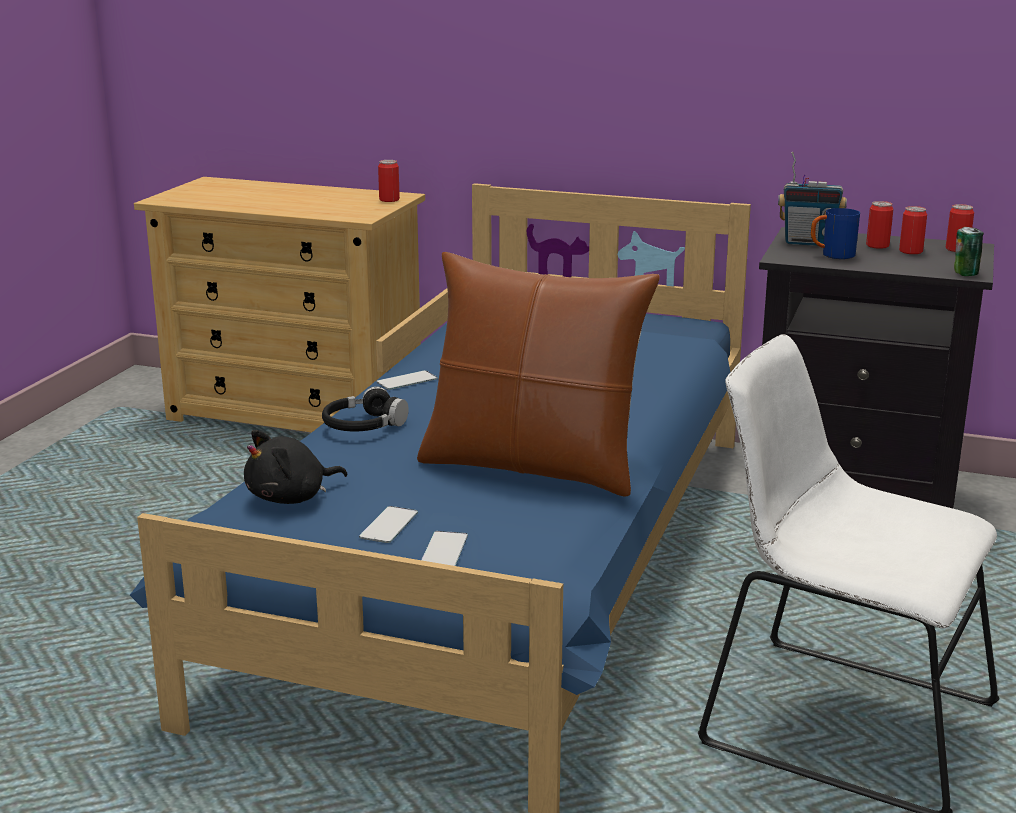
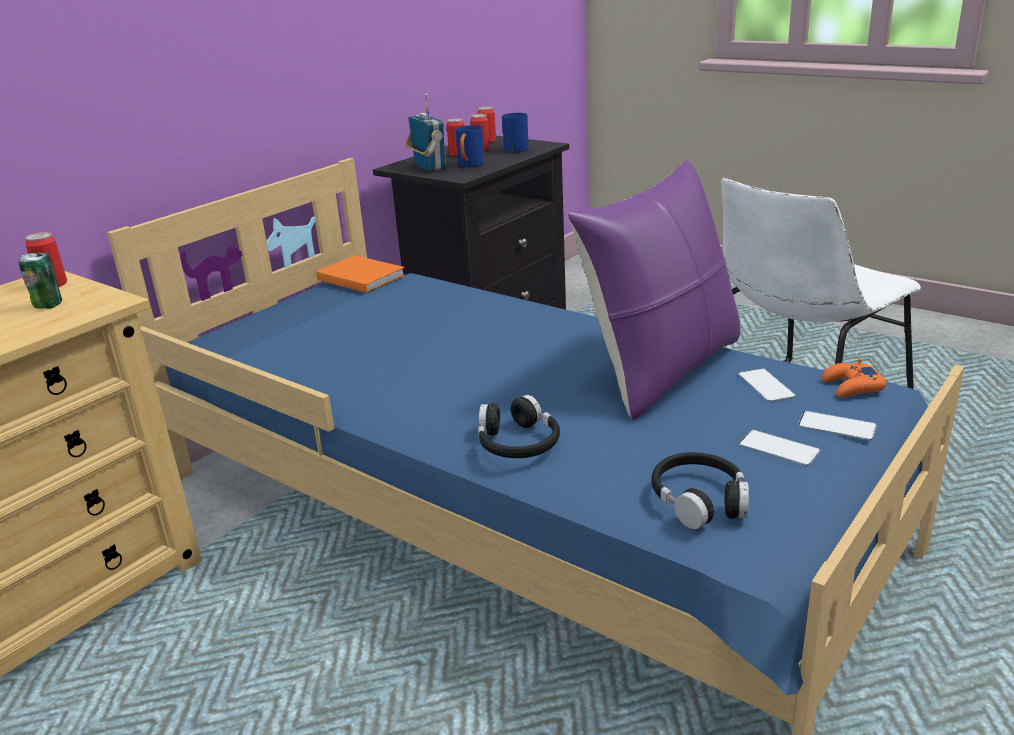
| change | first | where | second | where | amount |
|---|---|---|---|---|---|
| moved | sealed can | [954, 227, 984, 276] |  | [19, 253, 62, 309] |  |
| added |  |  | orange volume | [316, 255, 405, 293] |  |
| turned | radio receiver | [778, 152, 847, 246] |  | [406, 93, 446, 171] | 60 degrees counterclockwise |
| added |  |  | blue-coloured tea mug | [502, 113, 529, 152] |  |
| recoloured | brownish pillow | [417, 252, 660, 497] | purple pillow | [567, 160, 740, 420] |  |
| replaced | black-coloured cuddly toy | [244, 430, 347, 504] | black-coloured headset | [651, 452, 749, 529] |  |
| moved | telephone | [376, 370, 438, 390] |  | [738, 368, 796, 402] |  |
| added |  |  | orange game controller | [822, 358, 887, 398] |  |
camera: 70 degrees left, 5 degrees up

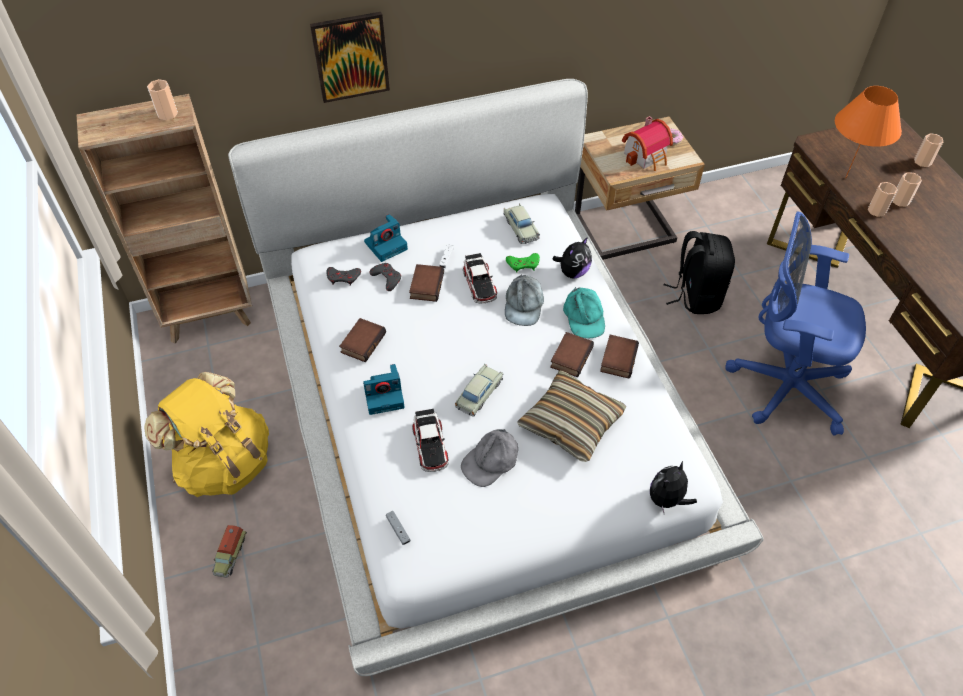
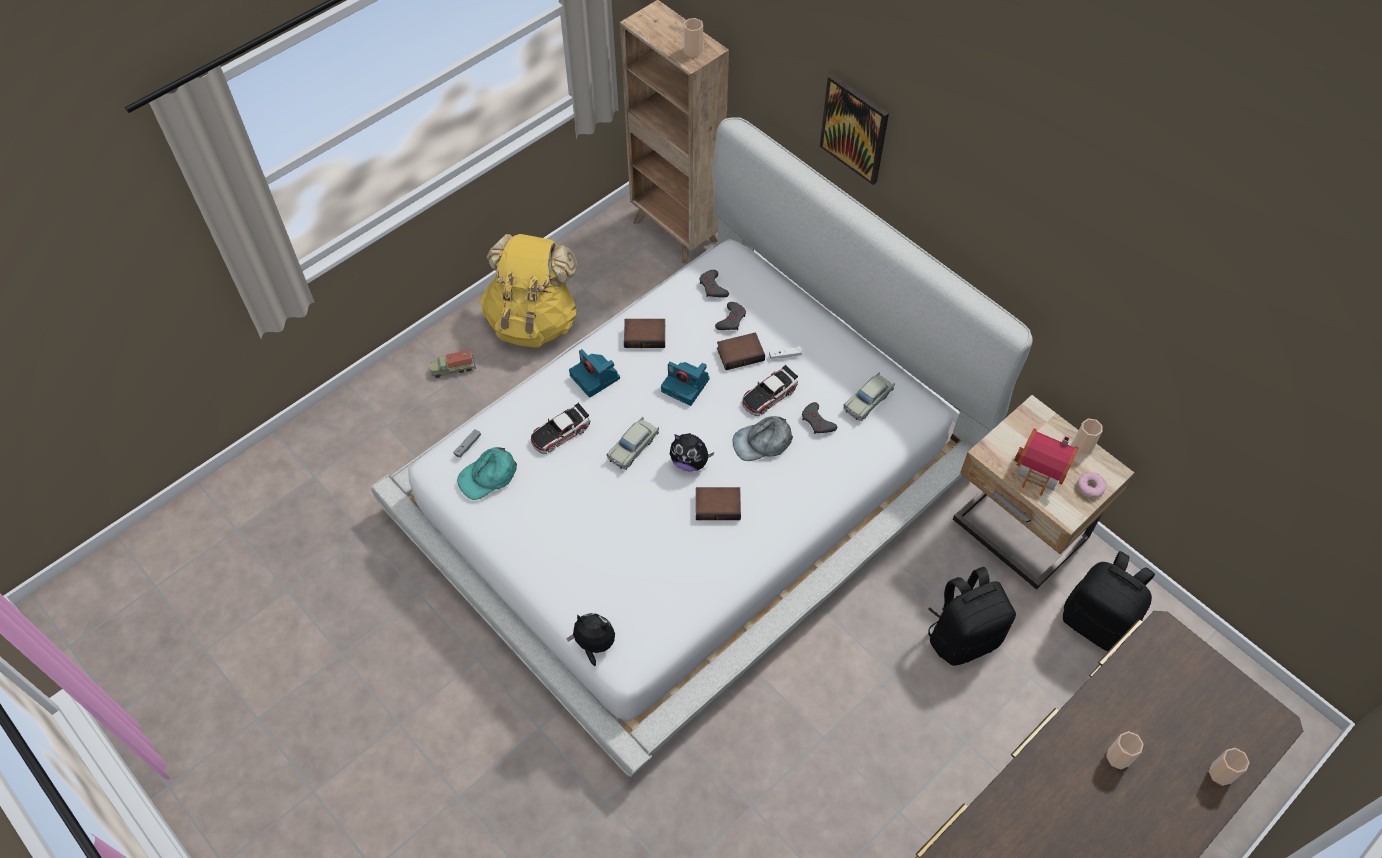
| change | first | where | second | where | amount |
|---|---|---|---|---|---|
| moved | blue-green peaked cap | [563, 287, 605, 338] |  | [457, 447, 517, 500] |  |
| turned | beige model car | [455, 364, 503, 416] |  | [606, 417, 659, 470] | 120 degrees clockwise |
| moved | still camera | [364, 214, 408, 262] |  | [661, 362, 710, 406] |  |
| moved | cuddly toy | [552, 237, 592, 279] |  | [670, 433, 715, 472] |  |
| recoloured | green-coloured game controller | [506, 253, 540, 273] | gray game controller | [802, 402, 837, 434] |  |
| added |  |  | black-coloured knapsack | [1063, 551, 1155, 652] |  |
| moved | small cup | [868, 182, 898, 217] |  | [1073, 419, 1102, 454] |  |
| removed | gray peaked cap | [461, 429, 518, 487] |  |  |  |
| removed | pillow | [517, 370, 626, 462] |  |  |  |
| removed | volume | [600, 335, 639, 379] |  |  |  |
| removed | blue-coloured office chair | [725, 211, 866, 435] |  |  |  |
| removed | orange tabletop lamp | [835, 86, 902, 178] |  |  |  |
camera: 65 degrees right, 5 degrees up

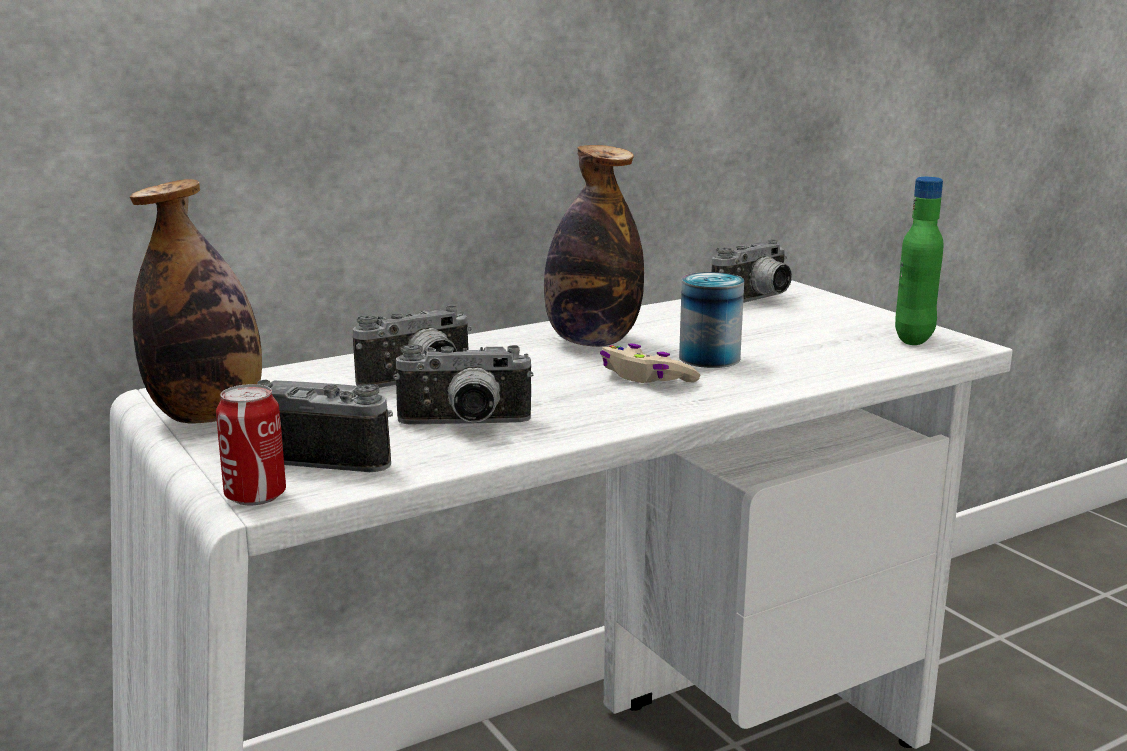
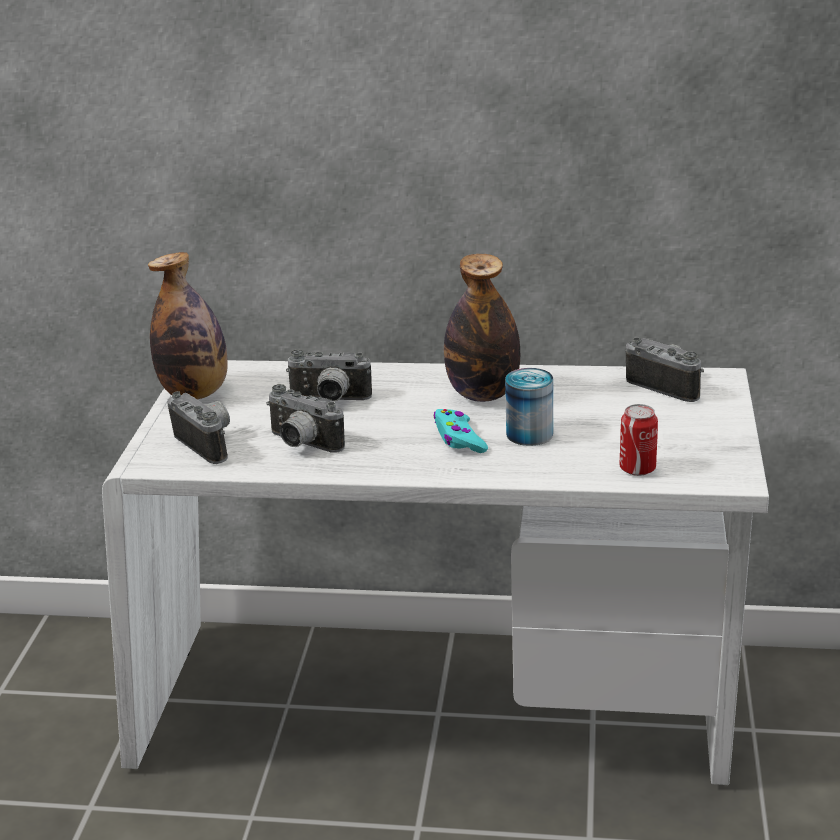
| change | first | where | second | where | amount |
|---|---|---|---|---|---|
| recoloured | beige game controller | [600, 344, 700, 383] | blue-green game controller | [434, 409, 488, 453] |  |
| moved | sealed can | [216, 384, 286, 505] |  | [620, 404, 658, 476] |  |
| turned | still camera | [712, 239, 792, 303] |  | [625, 338, 704, 402] | 135 degrees counterclockwise |
| removed | green-coloured drink bottle | [895, 177, 943, 345] |  |  |  |
camera: 40 degrees right, 10 degrees up

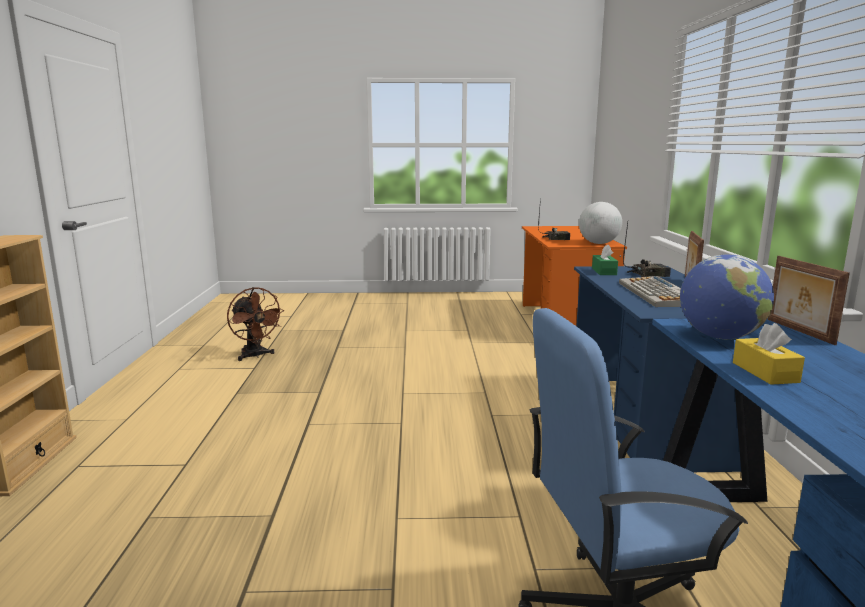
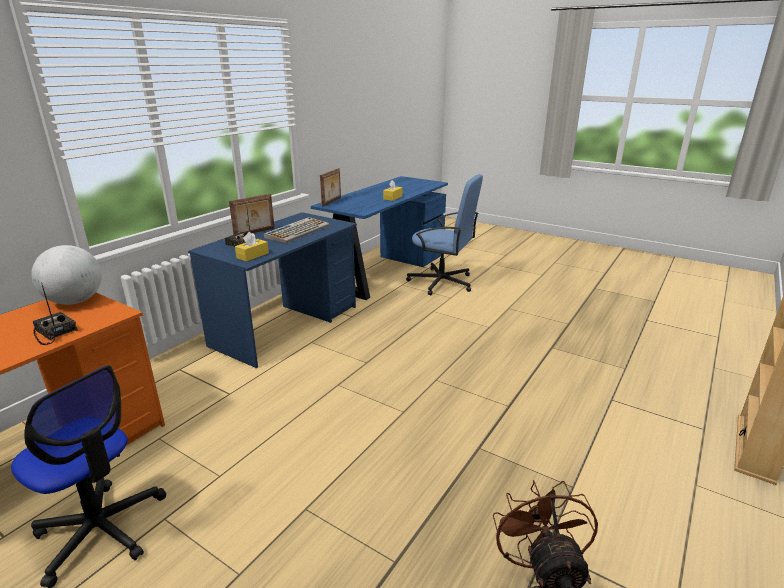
| change | first | where | second | where | amount |
|---|---|---|---|---|---|
| added |  |  | office chair | [11, 365, 166, 588] |  |
| recoloured | green-coloured tissue box | [592, 244, 618, 275] | yellowish tissue box | [235, 232, 269, 261] |  |
| removed | globe | [680, 254, 774, 339] |  |  |  |
camera: 145 degrees left, 10 degrees up

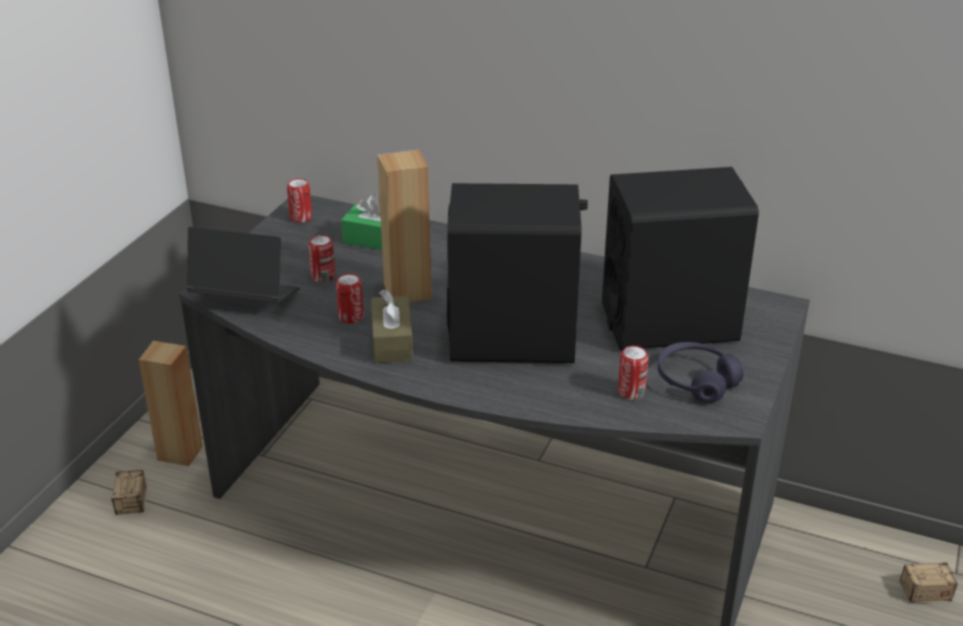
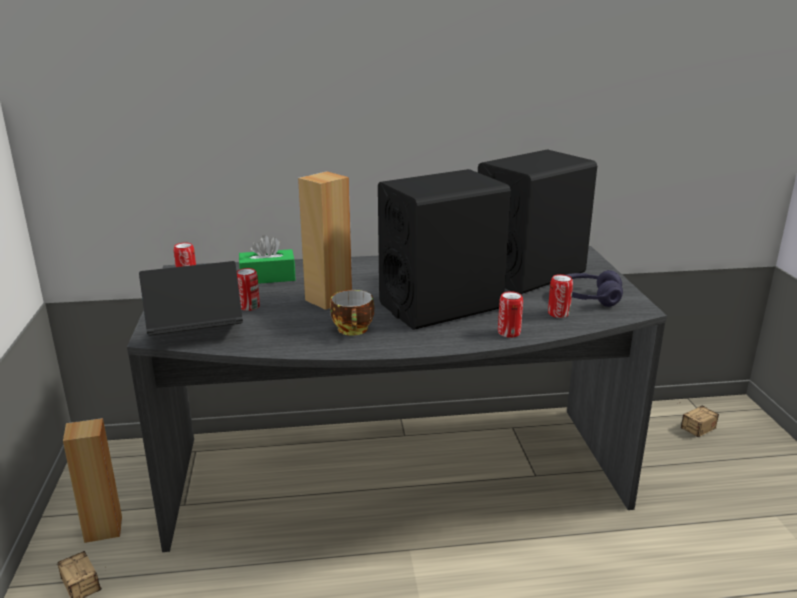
| change | first | where | second | where | amount |
|---|---|---|---|---|---|
| replaced | brownish tissue box | [371, 290, 413, 363] | small cup | [330, 290, 374, 336] |  |
| moved | sealed can | [336, 273, 364, 324] |  | [498, 291, 523, 338] |  |
camera: 30 degrees left, 10 degrees down

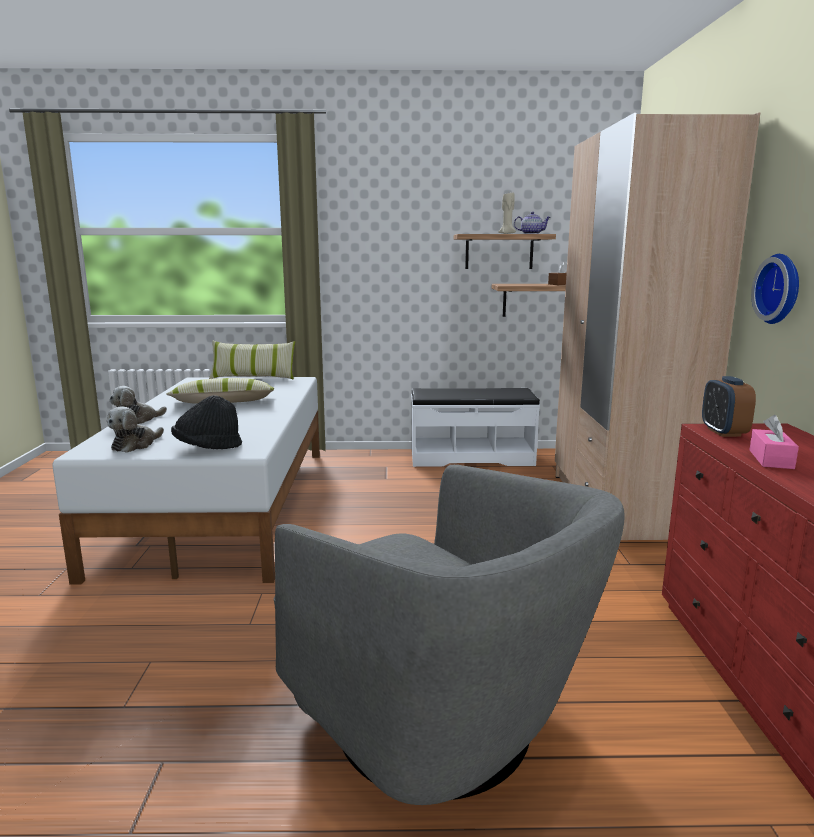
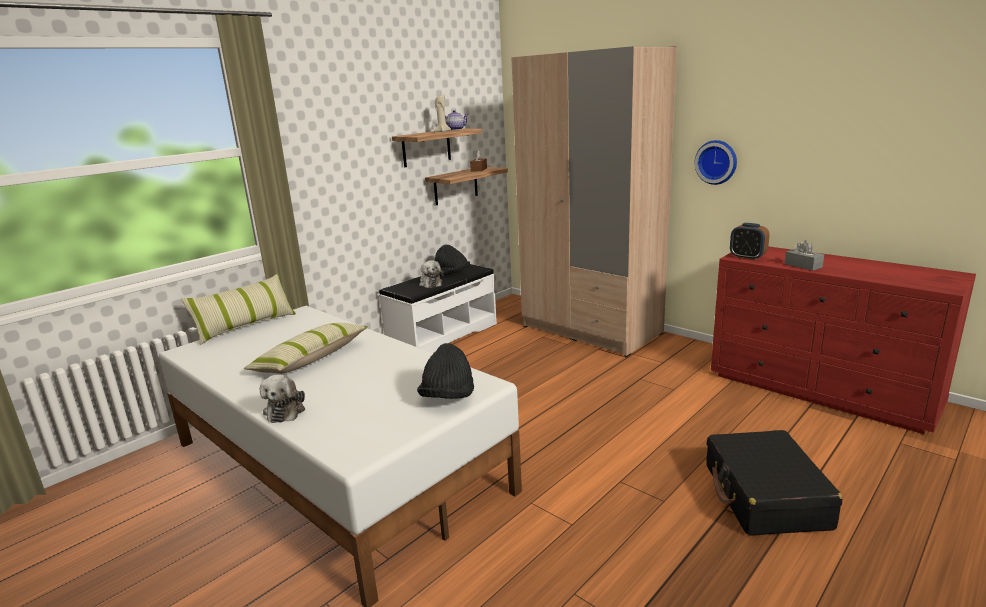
| change | first | where | second | where | amount |
|---|---|---|---|---|---|
| moved | cuddly toy | [107, 406, 164, 453] |  | [419, 260, 444, 288] |  |
| added |  |  | black-coloured hat | [435, 245, 470, 276] |  |
| replaced | gray armchair | [274, 465, 625, 805] | black-coloured travel case | [706, 430, 842, 536] |  |
| recoloured | pink tissue box | [749, 415, 799, 469] | gray tissue box | [785, 240, 824, 271] |  |
camera: 45 degrees left, 5 degrees up

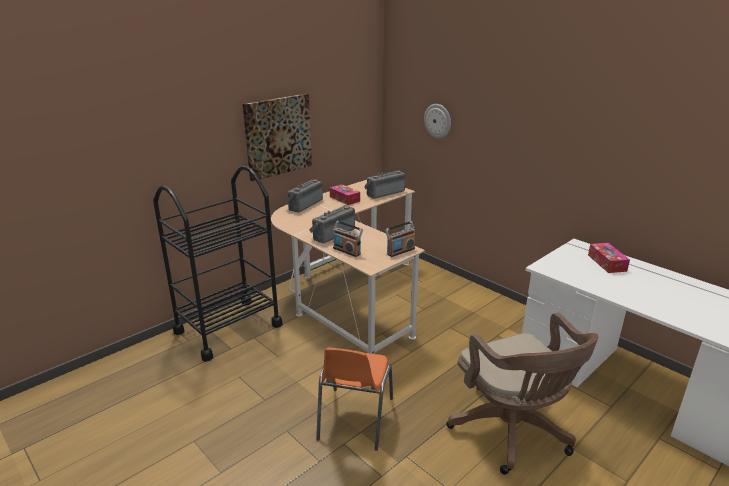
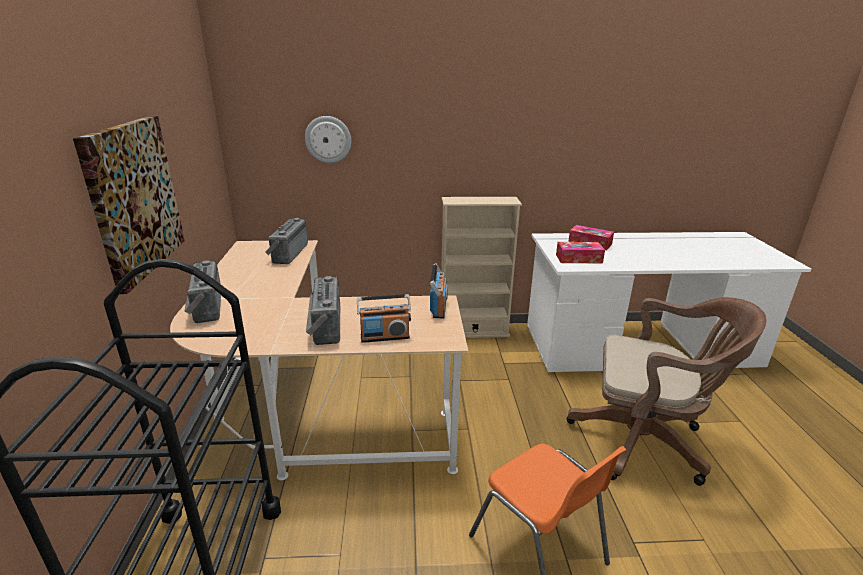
| change | first | where | second | where | amount |
|---|---|---|---|---|---|
| added |  |  | beige bookshelf | [441, 197, 522, 338] |  |
| moved | tissue box | [330, 184, 360, 205] |  | [556, 242, 605, 264] |  |
camera: 50 degrees left, 0 degrees up

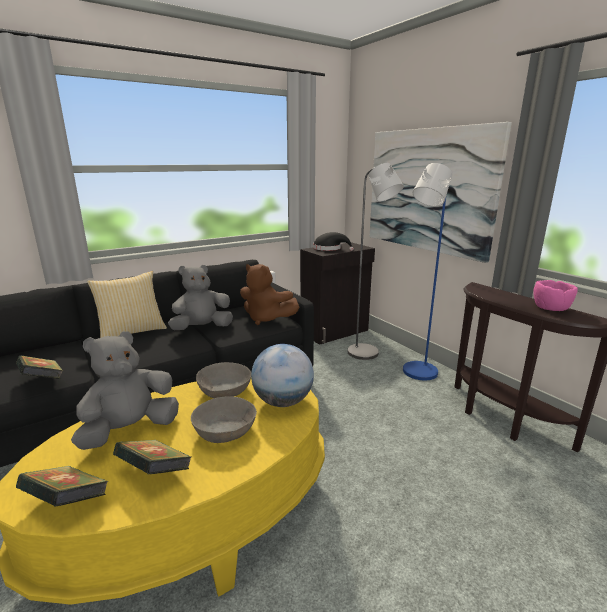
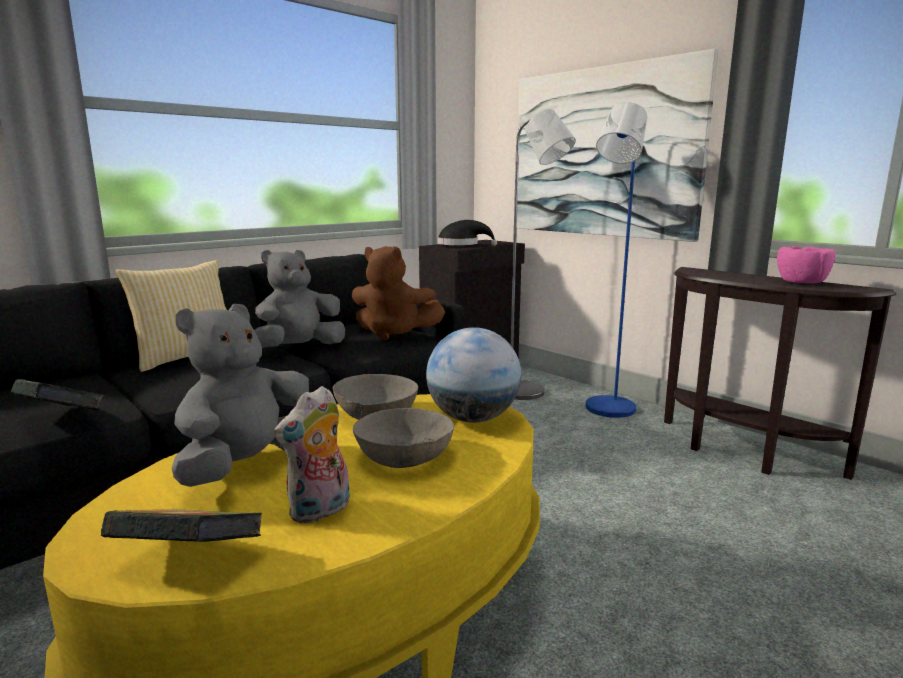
| change | first | where | second | where | amount |
|---|---|---|---|---|---|
| replaced | volume | [113, 440, 191, 474] | cuddly toy | [274, 386, 350, 524] |  |
camera: 10 degrees left, 5 degrees down

